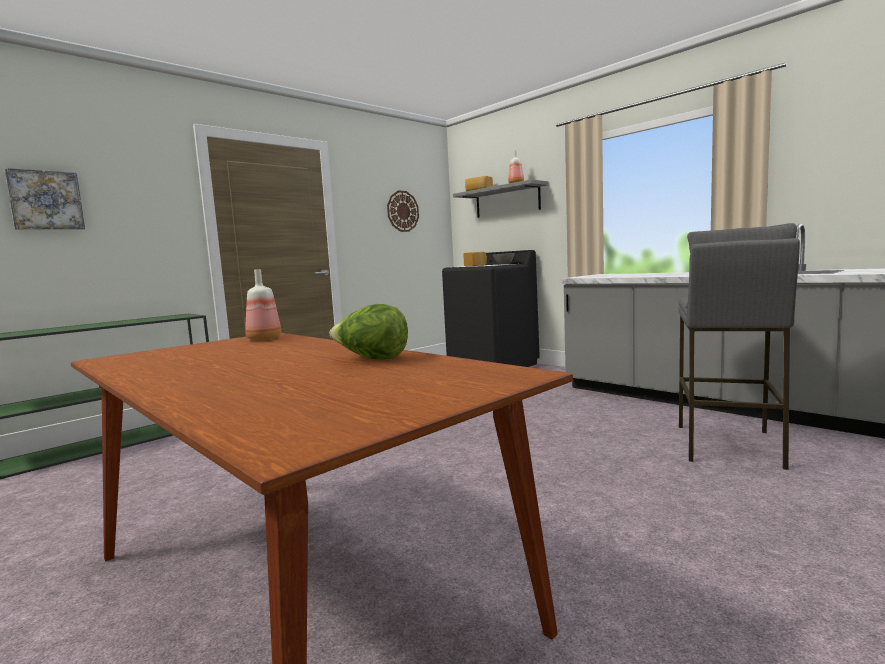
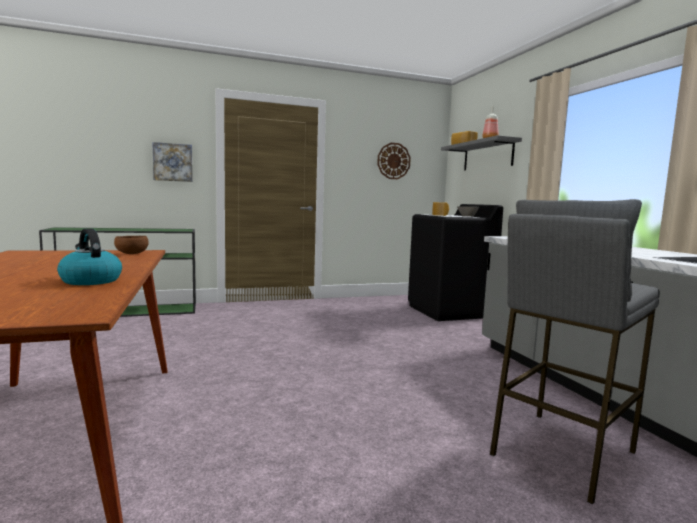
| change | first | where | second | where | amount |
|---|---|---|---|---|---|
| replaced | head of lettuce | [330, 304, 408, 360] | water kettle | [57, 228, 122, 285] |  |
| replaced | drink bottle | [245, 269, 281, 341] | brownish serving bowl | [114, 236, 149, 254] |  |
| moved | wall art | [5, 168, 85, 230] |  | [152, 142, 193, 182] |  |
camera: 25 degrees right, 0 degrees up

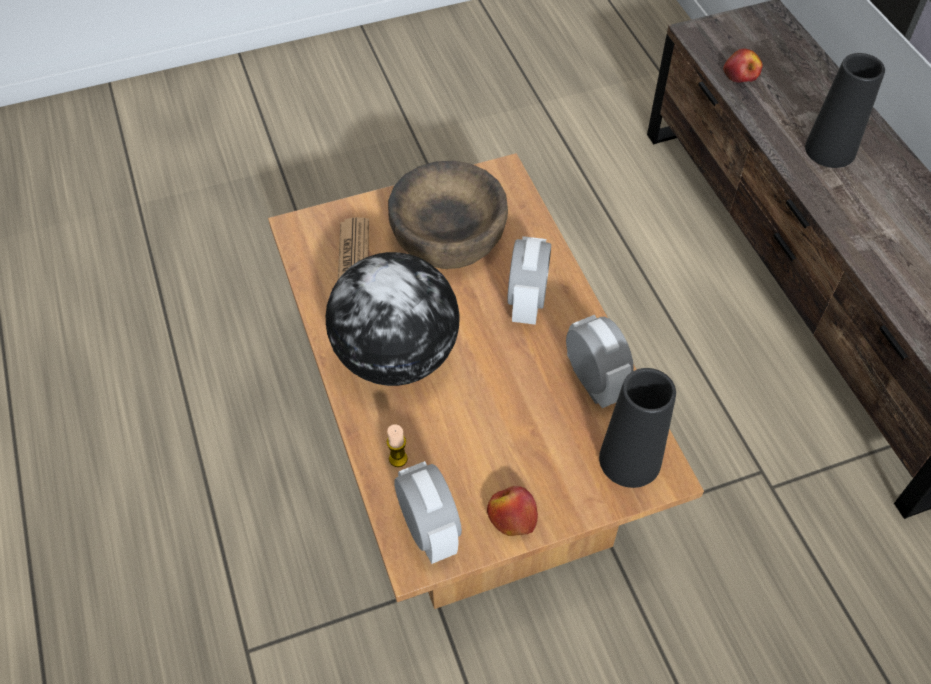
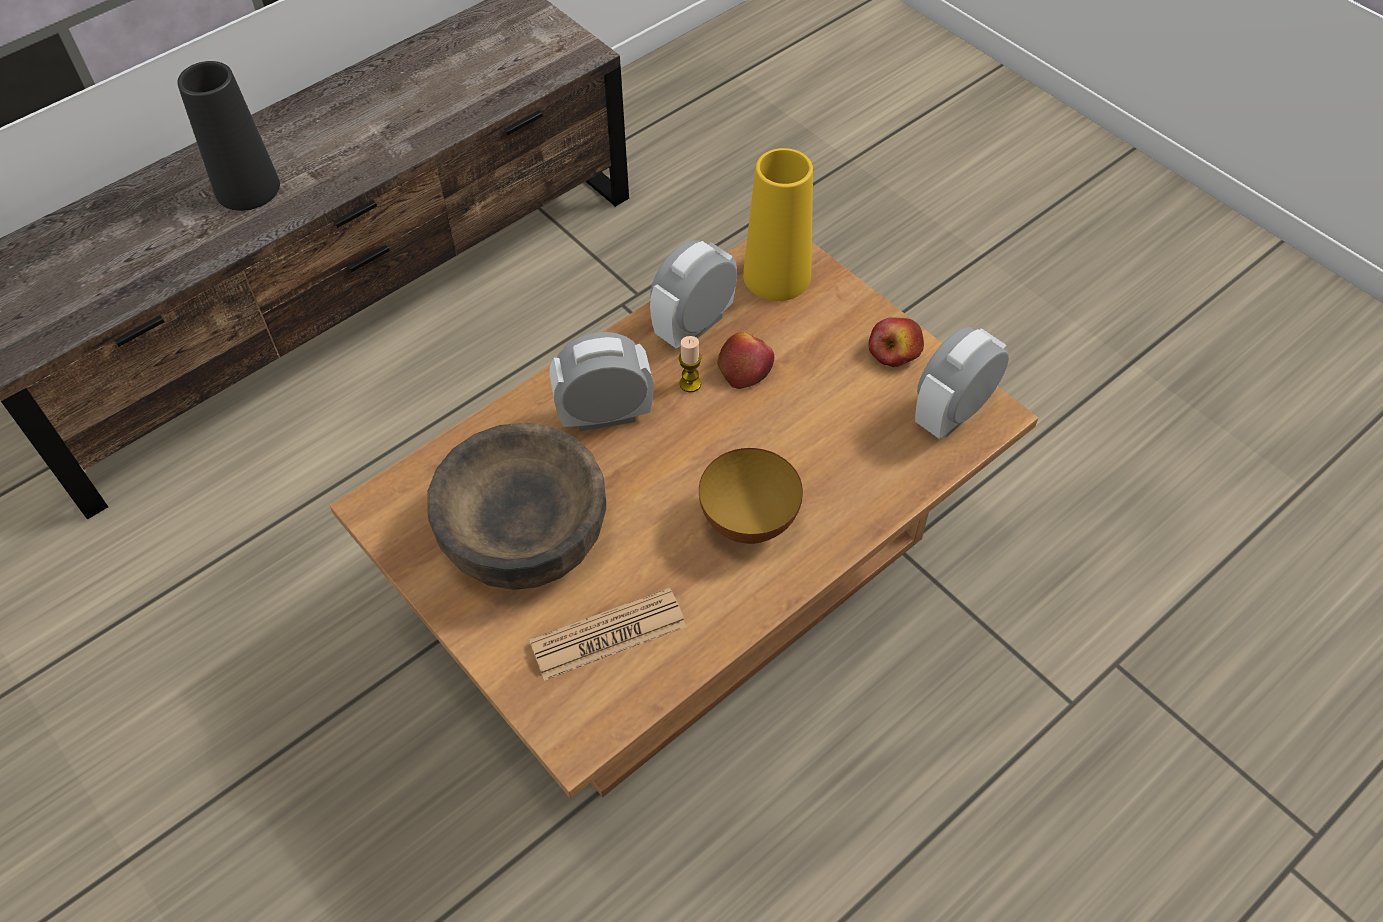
| change | first | where | second | where | amount |
|---|---|---|---|---|---|
| moved | candle | [387, 424, 408, 467] |  | [679, 336, 701, 392] |  |
| replaced | globe | [326, 252, 460, 386] | serving bowl | [699, 448, 803, 544] |  |
| moved | apple | [723, 49, 763, 82] |  | [717, 332, 774, 389] |  |
| recoloured | black-coloured decorative vase | [599, 368, 676, 488] | yellowish decorative vase | [743, 148, 813, 301] |  |
camera: 110 degrees left, 0 degrees up

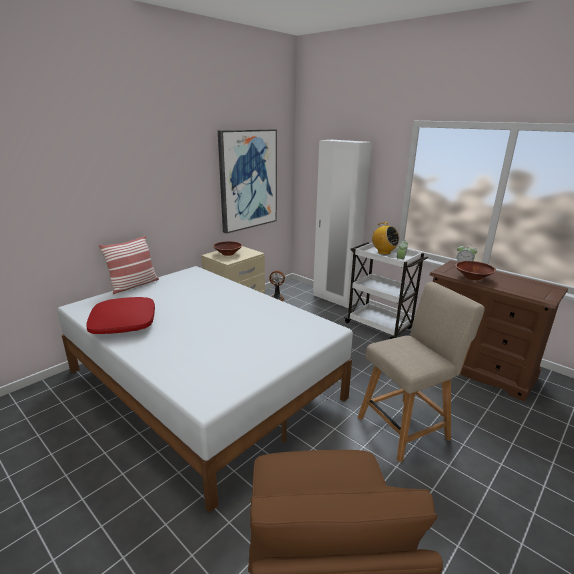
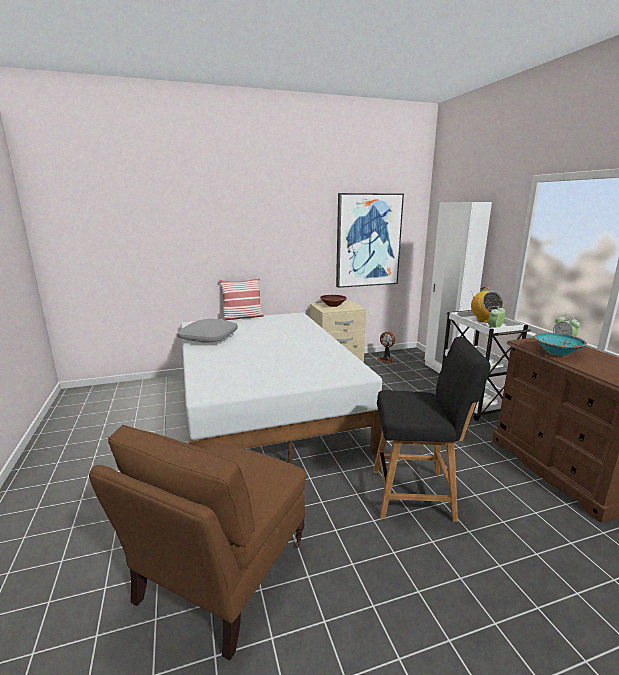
| change | first | where | second | where | amount |
|---|---|---|---|---|---|
| recoloured | red pillow | [86, 297, 155, 334] | gray pillow | [177, 319, 238, 343] |  |
| recoloured | beige plain chair | [358, 282, 485, 462] | black-coloured plain chair | [373, 337, 491, 522] |  |
| recoloured | brownish serving bowl | [455, 261, 496, 280] | blue-green serving bowl | [534, 333, 587, 356] |  |
camera: 30 degrees right, 5 degrees down

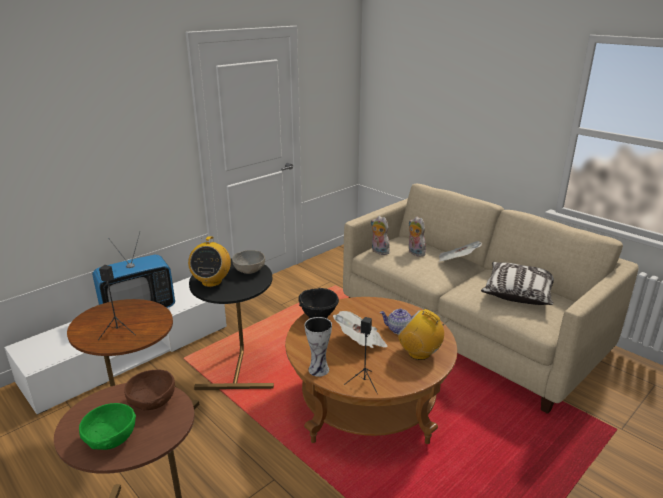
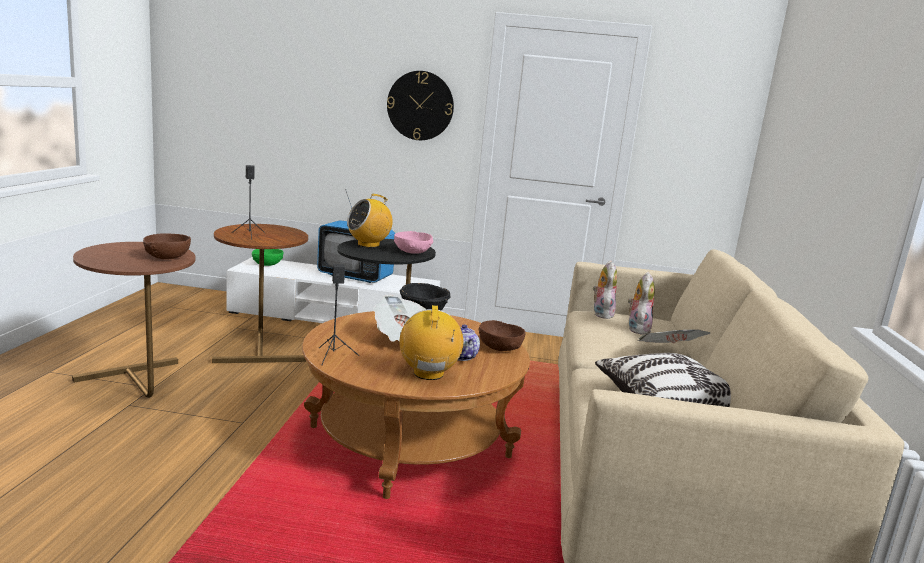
| change | first | where | second | where | amount |
|---|---|---|---|---|---|
| moved | green-coloured serving bowl | [79, 403, 136, 450] |  | [252, 249, 284, 266] |  |
| added |  |  | hanging clock | [387, 71, 454, 140] |  |
| recoloured | gray serving bowl | [232, 250, 265, 274] | pink serving bowl | [394, 231, 433, 254] |  |
| added |  |  | brownish serving bowl | [479, 320, 526, 351] |  |
| removed | decorative vase | [305, 317, 332, 377] |  |  |  |
camera: 50 degrees right, 10 degrees down

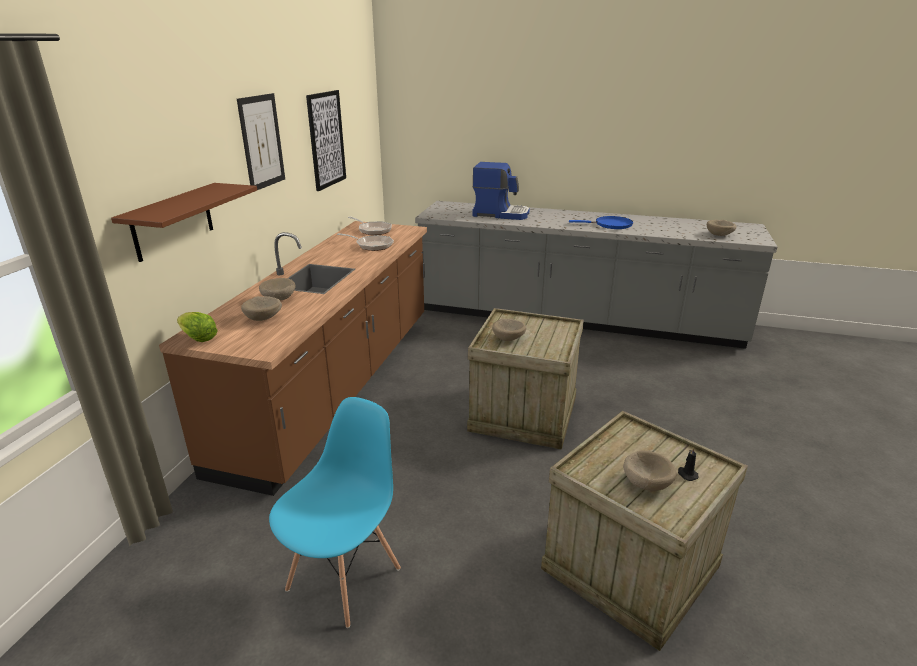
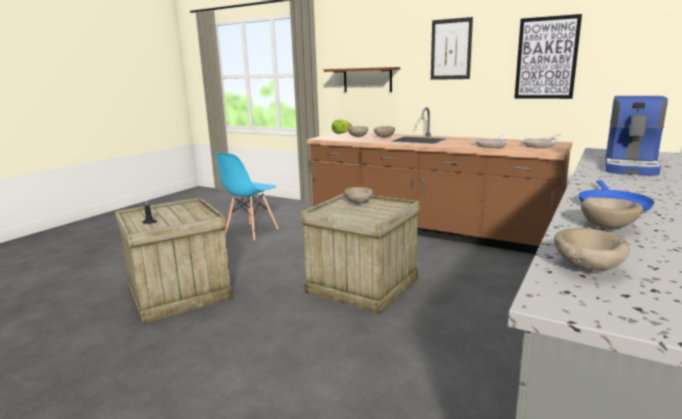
| change | first | where | second | where | amount |
|---|---|---|---|---|---|
| turned | blue-coloured plain chair | [269, 397, 401, 628] |  | [216, 153, 278, 240] | 75 degrees clockwise |
| moved | beige serving bowl | [623, 450, 676, 491] |  | [581, 197, 643, 229] |  |
camera: 105 degrees right, 10 degrees down

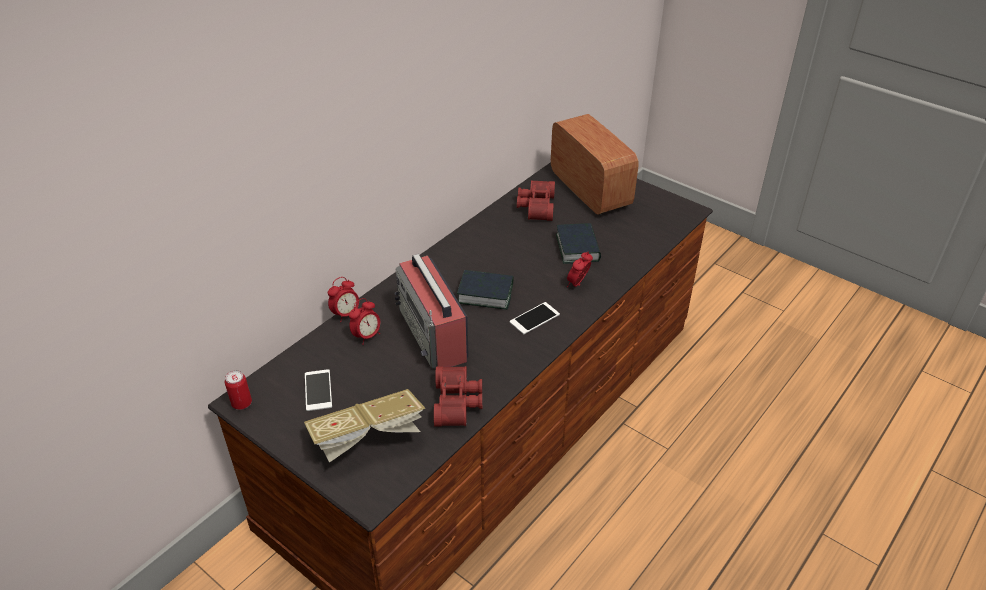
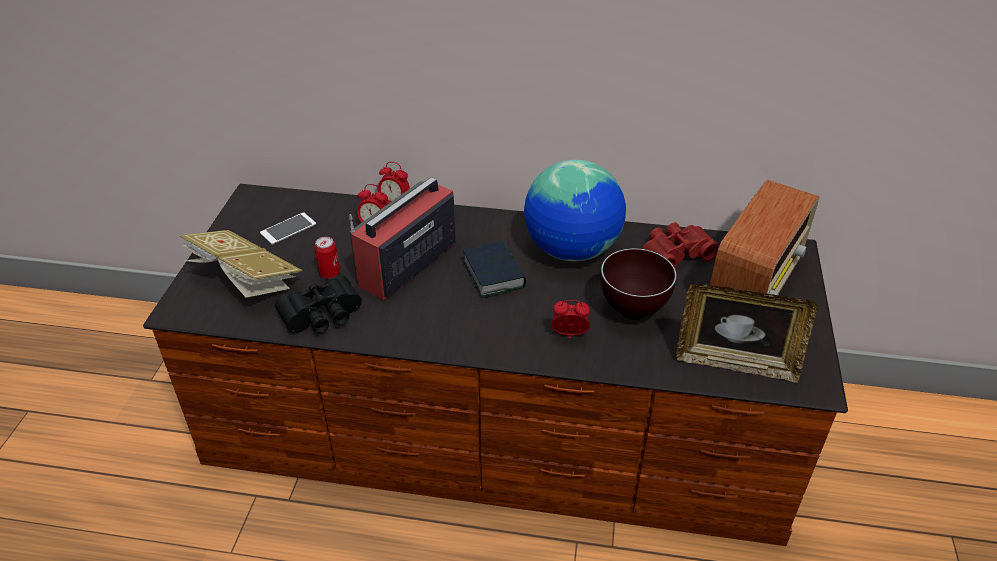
| change | first | where | second | where | amount |
|---|---|---|---|---|---|
| recoloured | red pair of binoculars | [434, 366, 482, 426] | black-coloured pair of binoculars | [275, 275, 362, 333] |  |
| moved | sealed can | [225, 370, 252, 410] |  | [314, 236, 340, 279] |  |
| added |  |  | globe | [524, 160, 626, 261] |  |
| replaced | volume | [556, 223, 601, 264] | brownish serving bowl | [600, 248, 677, 320] |  |
| added |  |  | standing frame | [676, 284, 818, 383] |  |
| removed | telephone | [510, 302, 560, 334] |  |  |  |
camera: 60 degrees right, 0 degrees up

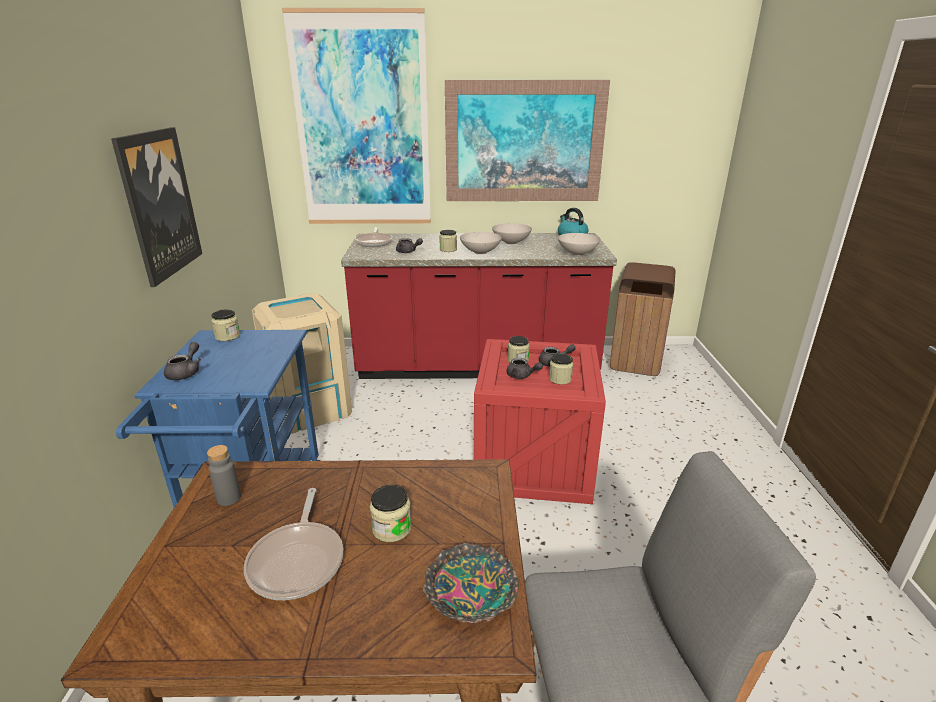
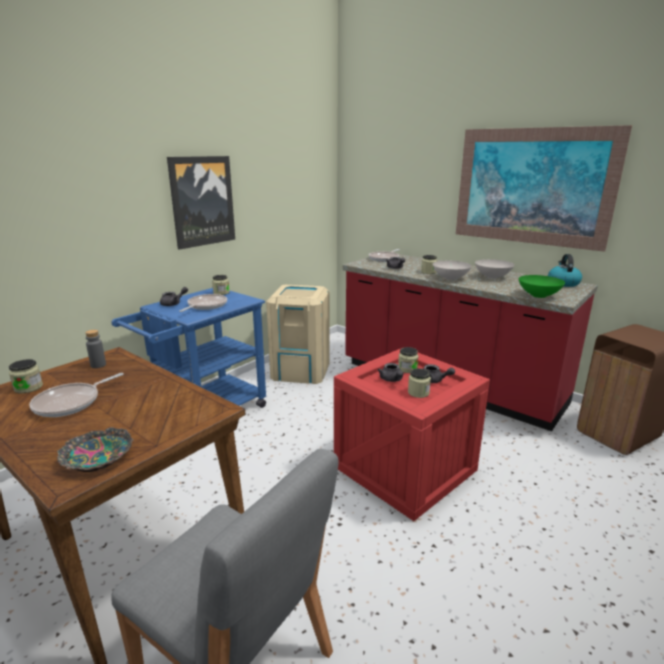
| change | first | where | second | where | amount |
|---|---|---|---|---|---|
| moved | jar | [370, 485, 412, 542] |  | [9, 359, 43, 394] |  |
| added |  |  | pan | [179, 294, 227, 312] |  |
| recoloured | white-coloured serving bowl | [558, 233, 601, 256] | green-coloured serving bowl | [519, 275, 565, 298] |  |
| removed | wall art | [282, 8, 431, 224] |  |  |  |
camera: 40 degrees right, 5 degrees down

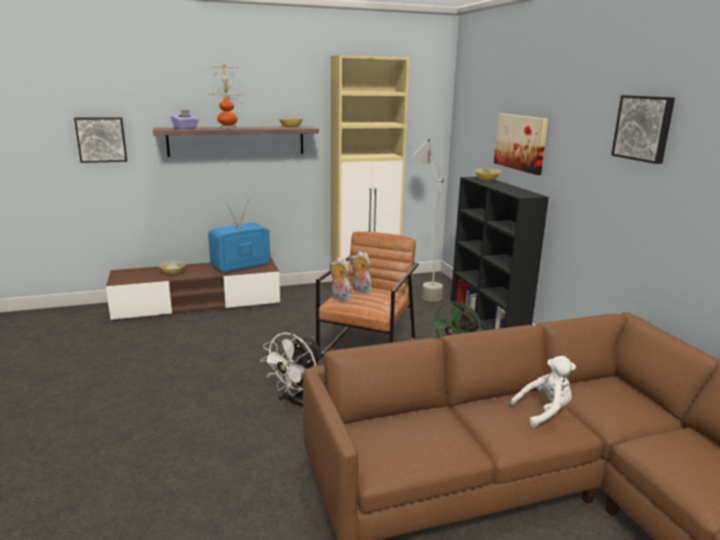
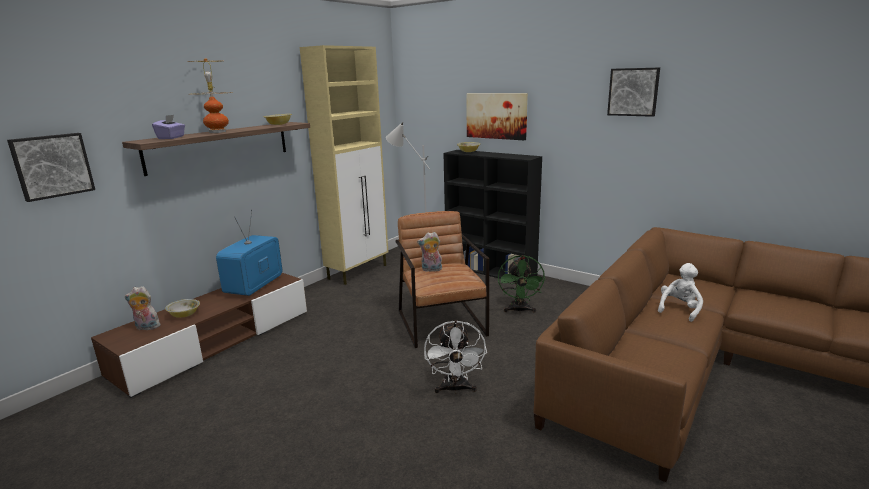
| change | first | where | second | where | amount |
|---|---|---|---|---|---|
| moved | cuddly toy | [329, 258, 351, 301] |  | [125, 286, 160, 330] |  |
camera: 35 degrees left, 0 degrees up

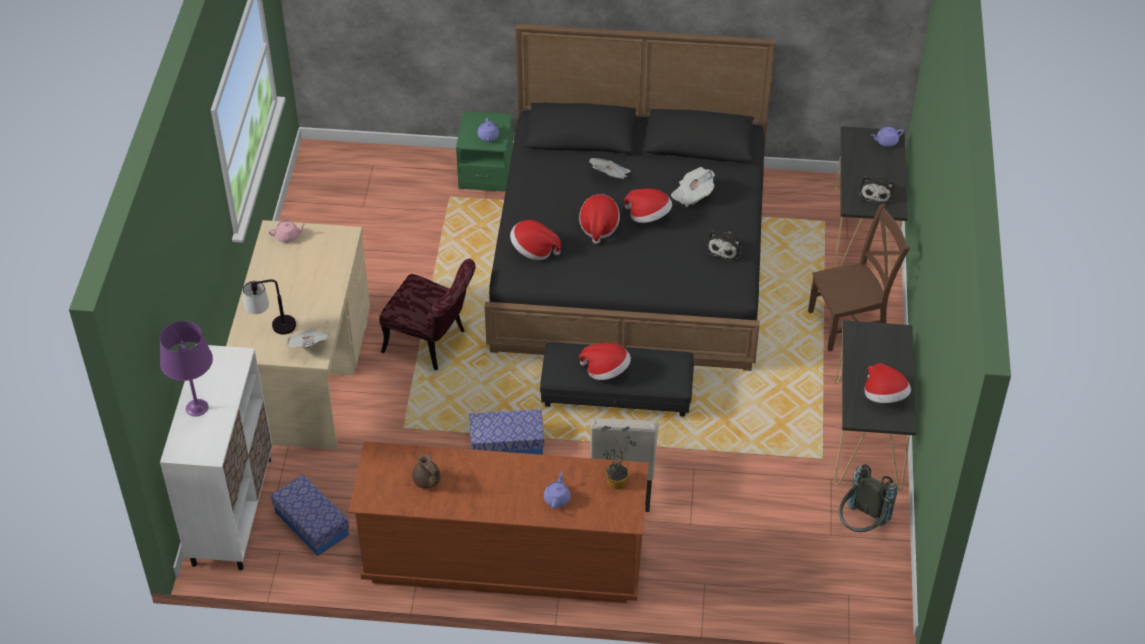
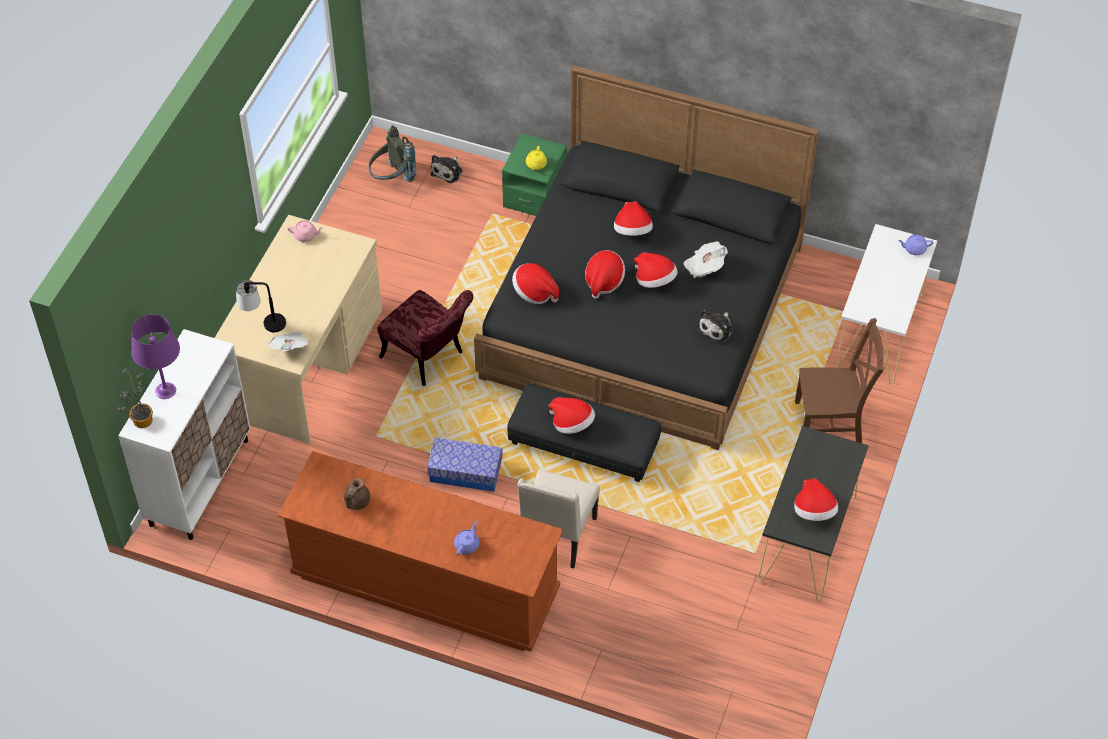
| change | first | where | second | where | amount |
|---|---|---|---|---|---|
| moved | houseplant | [601, 426, 636, 489] |  | [116, 368, 153, 428] |  |
| turned | brownish pot for tea | [412, 454, 441, 489] |  | [344, 478, 370, 510] | 45 degrees clockwise |
| moved | gray knapsack | [839, 464, 898, 532] |  | [368, 125, 416, 182] |  |
| moved | cuddly toy | [859, 176, 895, 204] |  | [430, 155, 463, 183] |  |
| recoloured | purple pot for tea | [478, 118, 499, 141] | yellowish pot for tea | [526, 146, 547, 170] |  |
| replaced | newspaper | [589, 158, 631, 179] | hat | [614, 201, 653, 236] |  |
| recoloured | black-coloured narrow table | [834, 126, 908, 273] | white-coloured narrow table | [835, 224, 937, 384] |  |
| removed | storage box | [270, 474, 349, 556] |  |  |  |
camera: 15 degrees right, 5 degrees up

